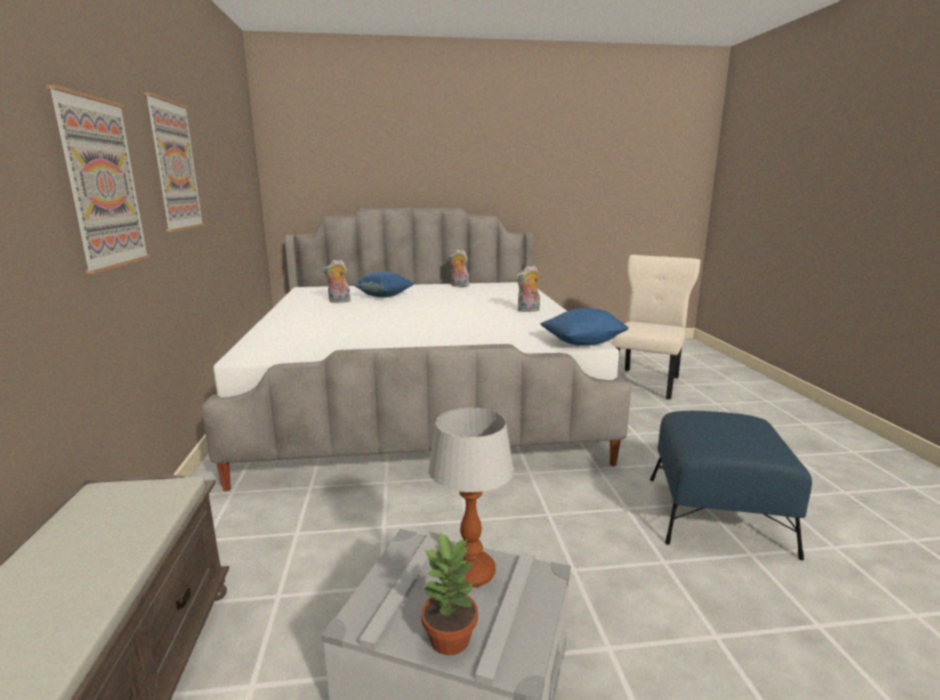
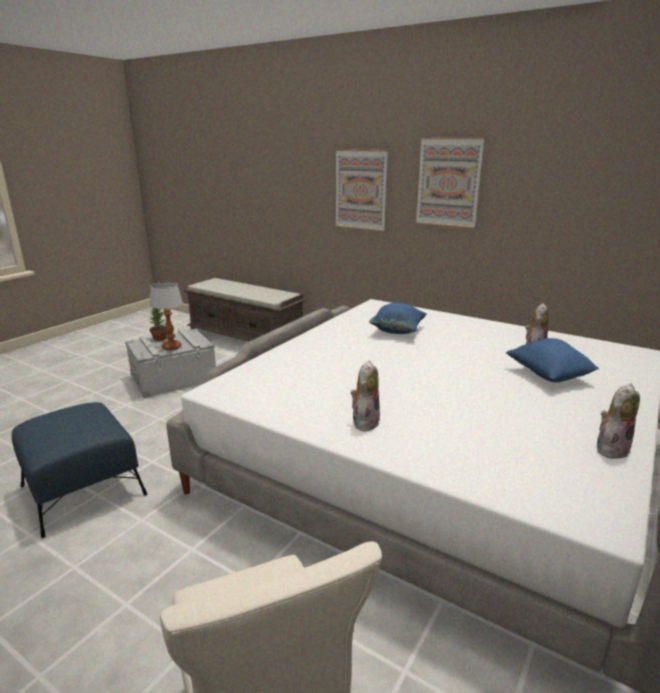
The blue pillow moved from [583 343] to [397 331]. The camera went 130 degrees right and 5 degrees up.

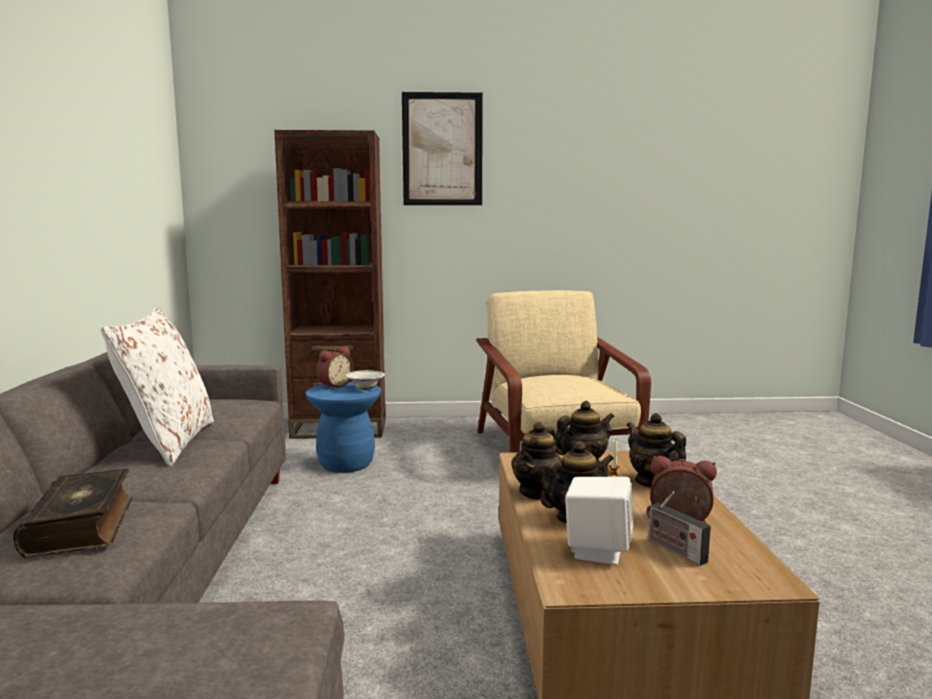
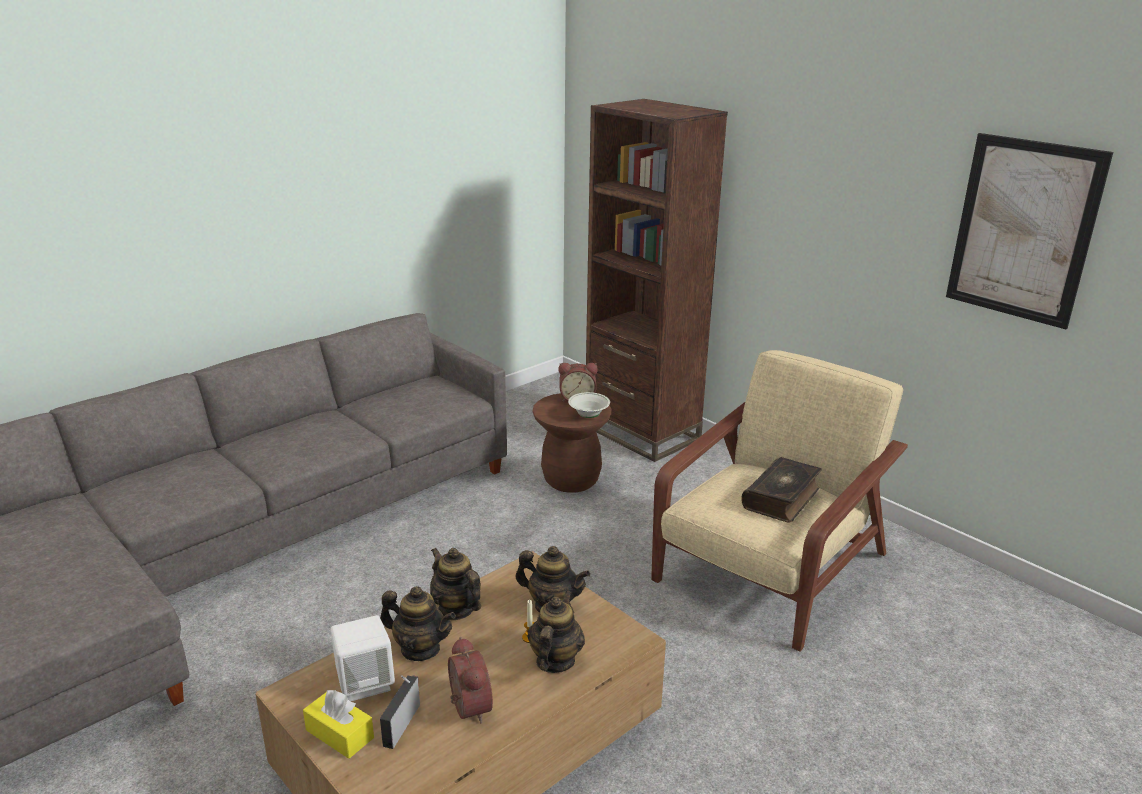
The yellow tissue box at [339 734] appeared. The teapot at [538 493] turned 60 degrees clockwise. The blue stool at [346 464] became the brown stool at [571 480]. The book moved from [82 526] to [782 498]. The picture moved from [442 149] to [1023 230]. The white pillow at [168 443] disappeared. The camera went 50 degrees right and 15 degrees up.

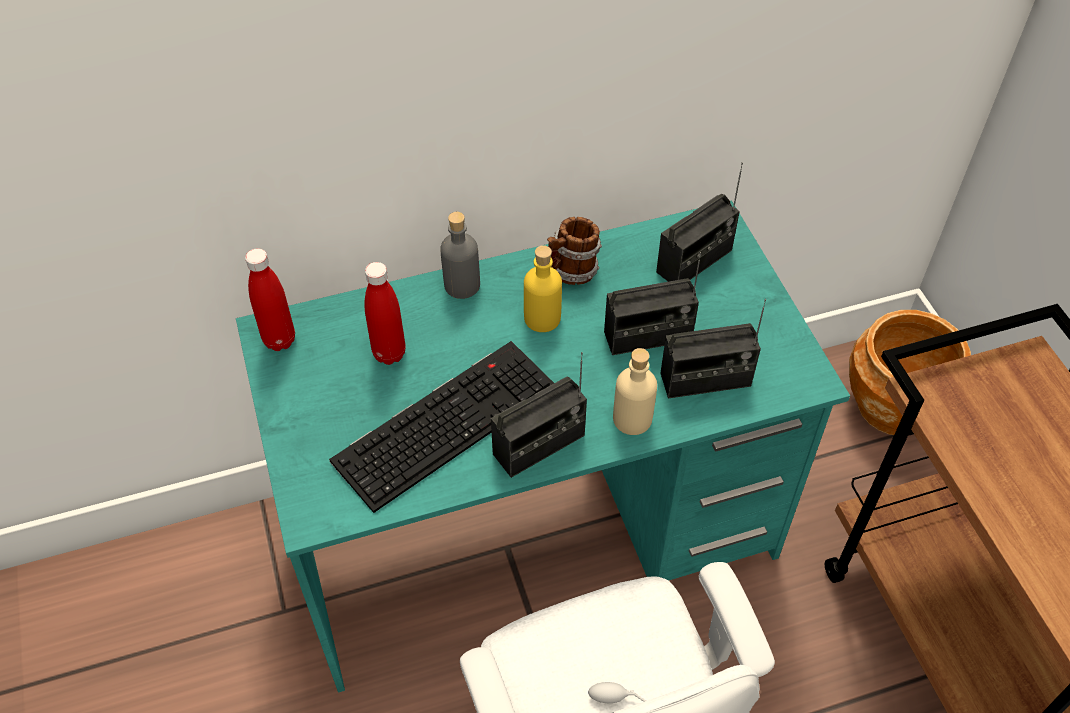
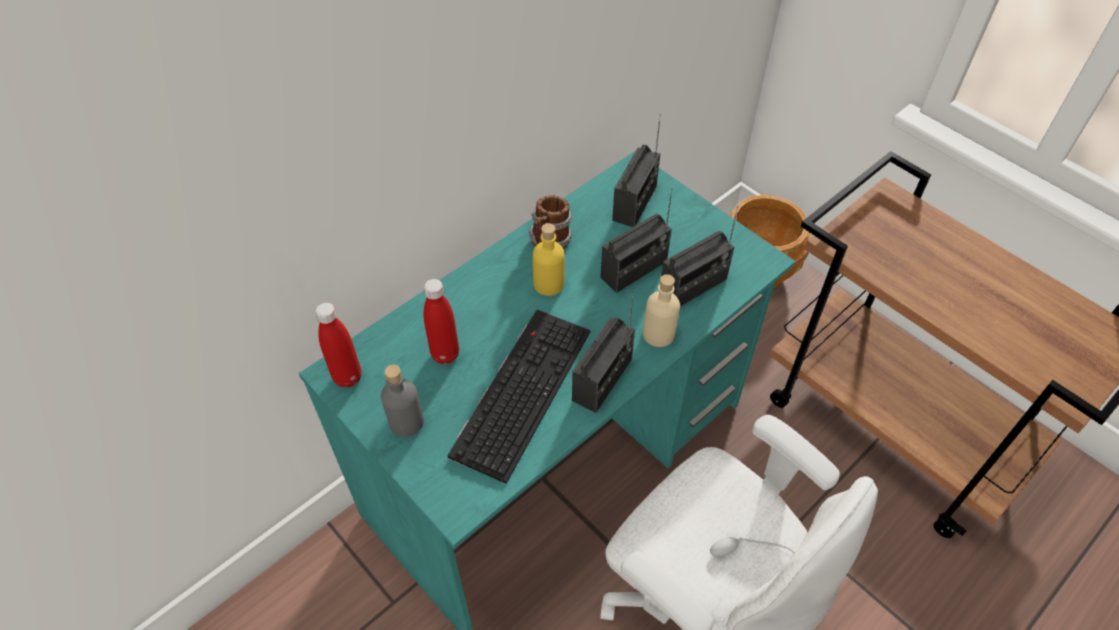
The grey bottle moved from [462 285] to [406 422]. The camera went 25 degrees left and 0 degrees up.

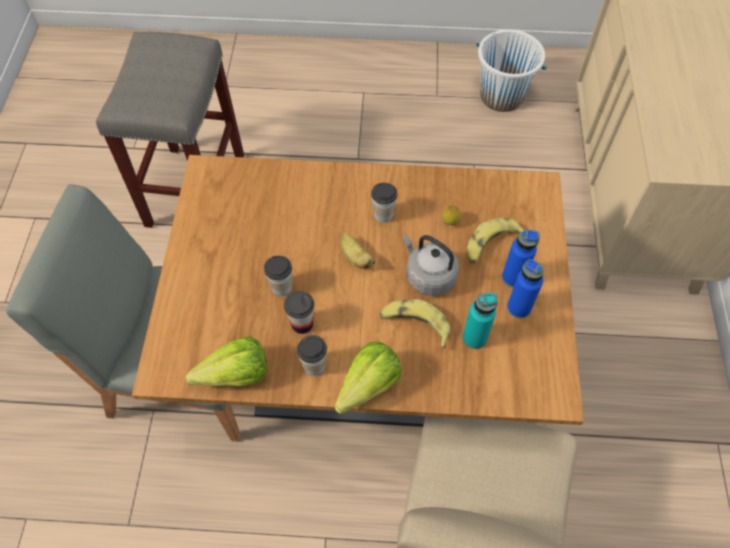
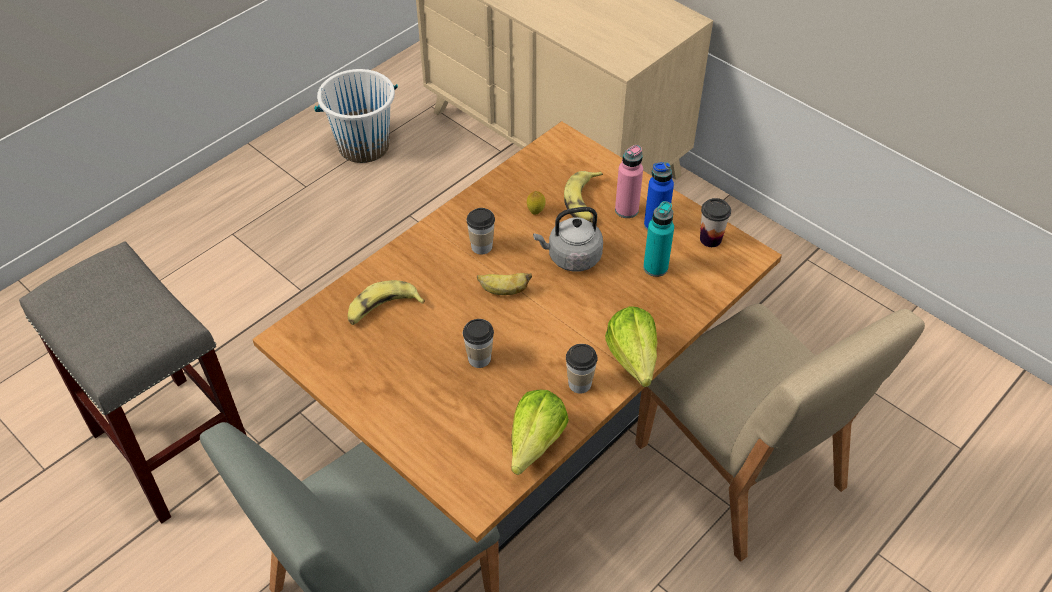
The banana moved from [414 324] to [382 309]. The blue bottle at [513 277] became the pink bottle at [626 210]. The cup moved from [302 324] to [710 239]. The camera went 50 degrees left and 10 degrees down.

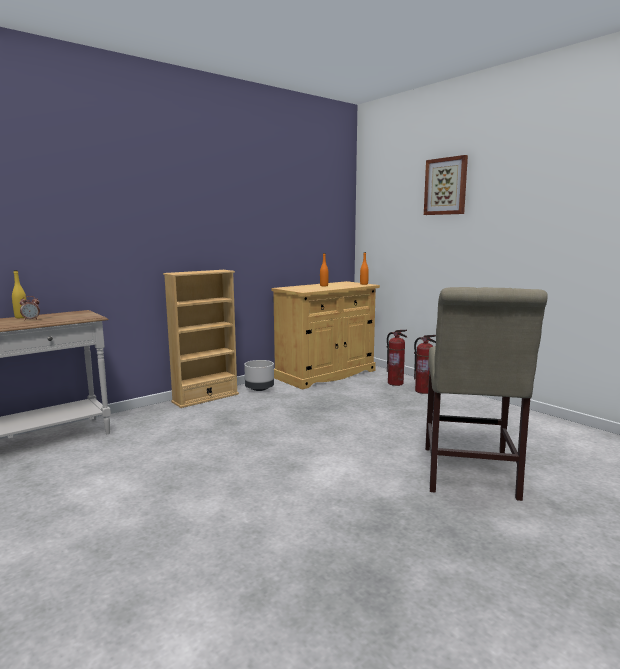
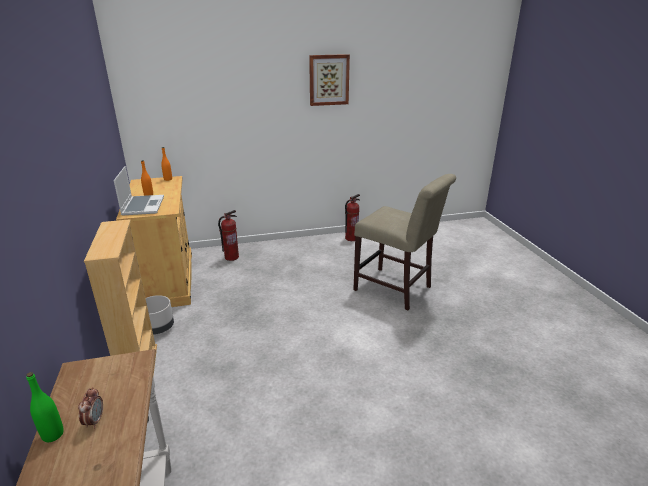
The yellow bottle at [21 317] became the green bottle at [53 435]. The laptop at [142 206] appeared. The picture moved from [446 186] to [329 80]. The fire extinguisher moved from [423 391] to [351 238]. The camera went 65 degrees left and 15 degrees up.

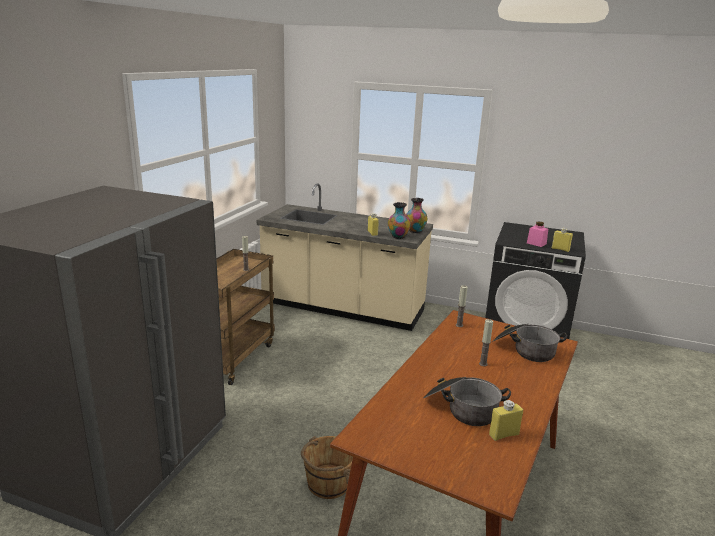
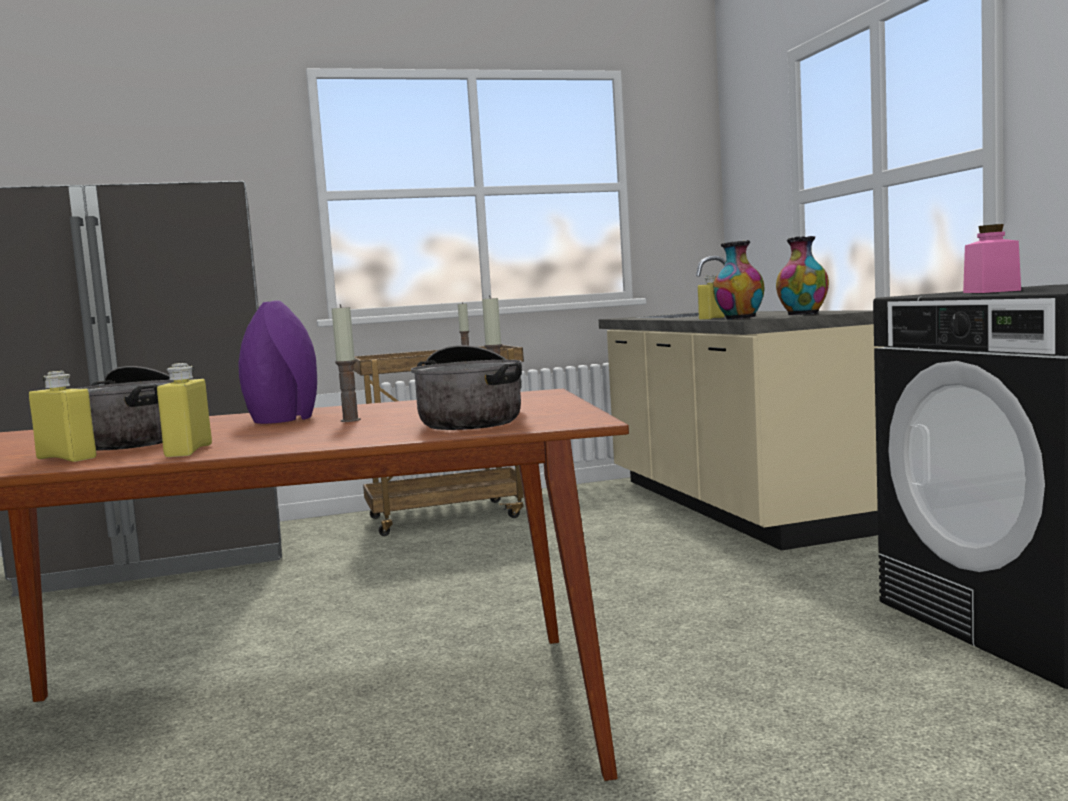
The yellow bottle moved from [560 249] to [189 451]. The purple vase at [285 420] appeared. The brown bucket at [327 483] disappeared. The camera went 55 degrees right and 15 degrees down.

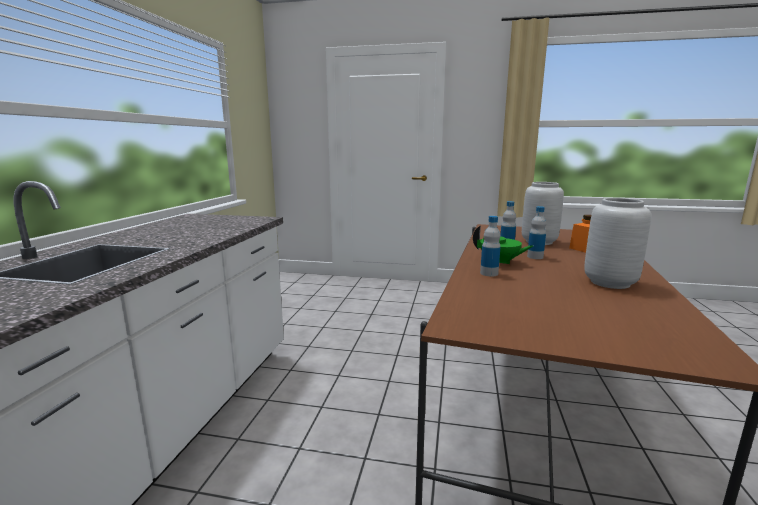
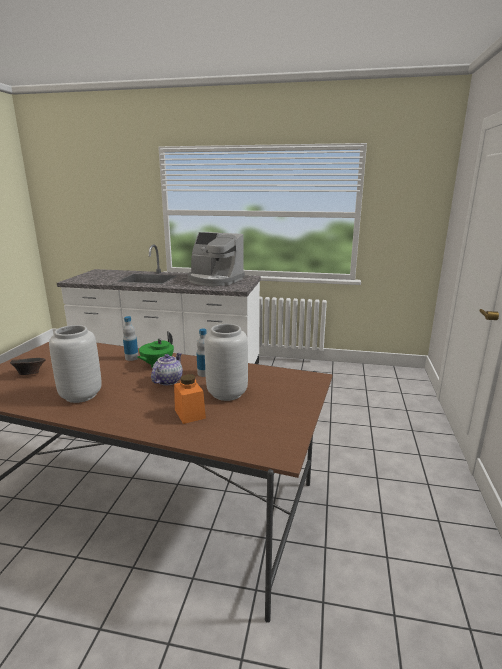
The brown bowl at [29 374] appeared. The bottle at [535 257] was replaced by the teapot at [167 381]. The coffee machine at [214 280] appeared. The camera went 90 degrees right and 5 degrees up.

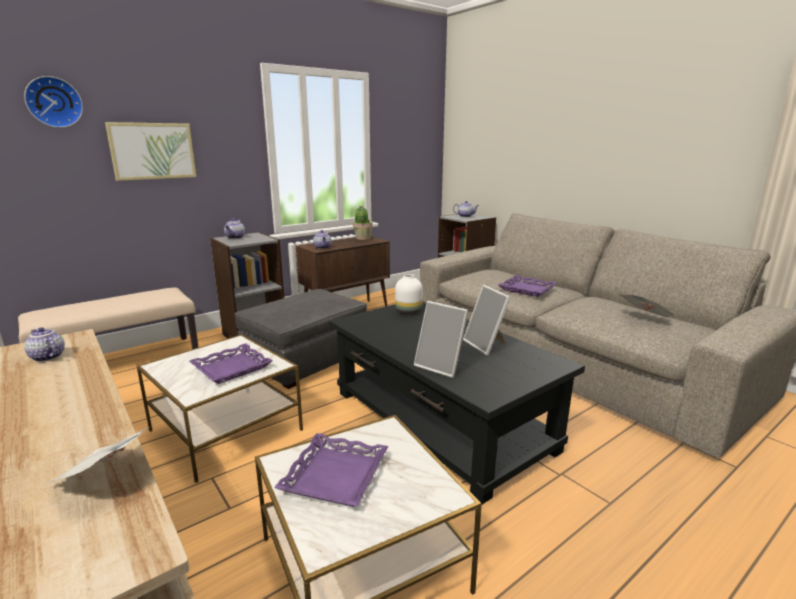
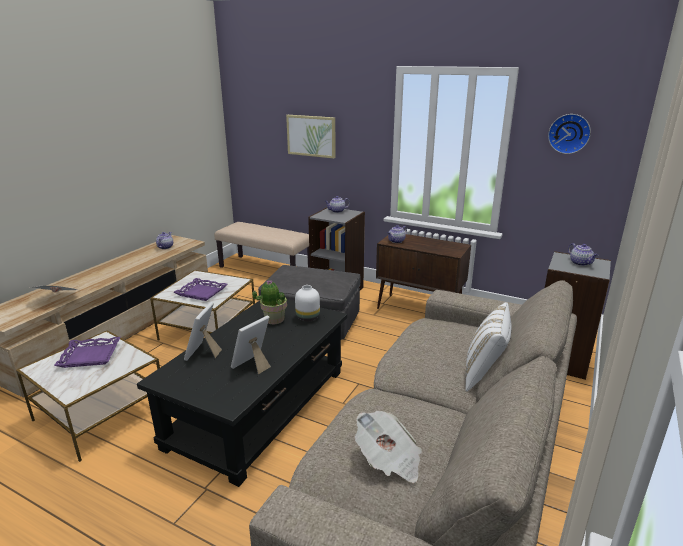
The potted plant moved from [362 238] to [274 319]. The white pillow at [484 374] appeared. The wall clock moved from [54 102] to [569 133]. The purple tray at [527 289] disappeared. The camera went 65 degrees right and 5 degrees up.

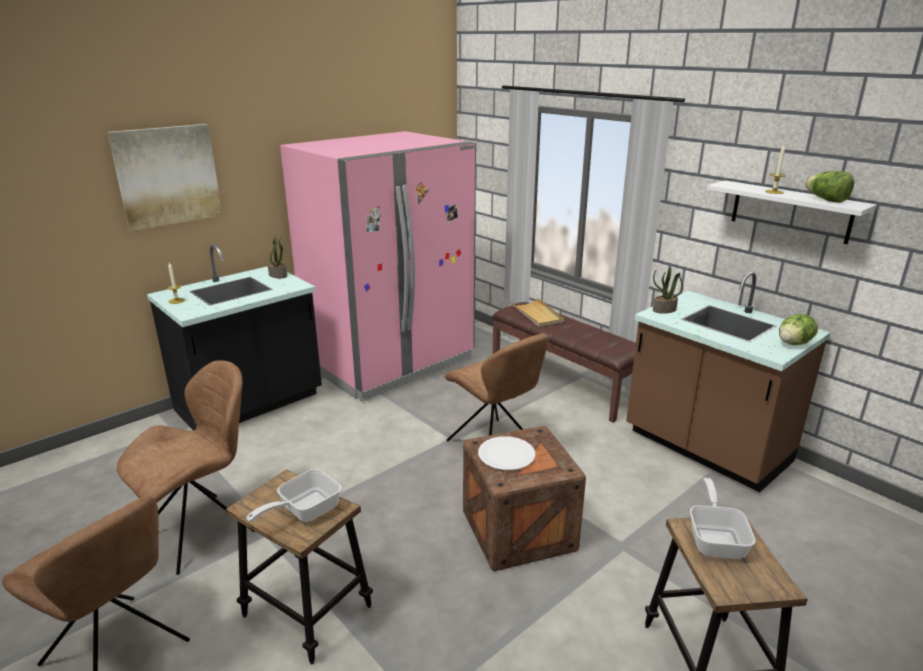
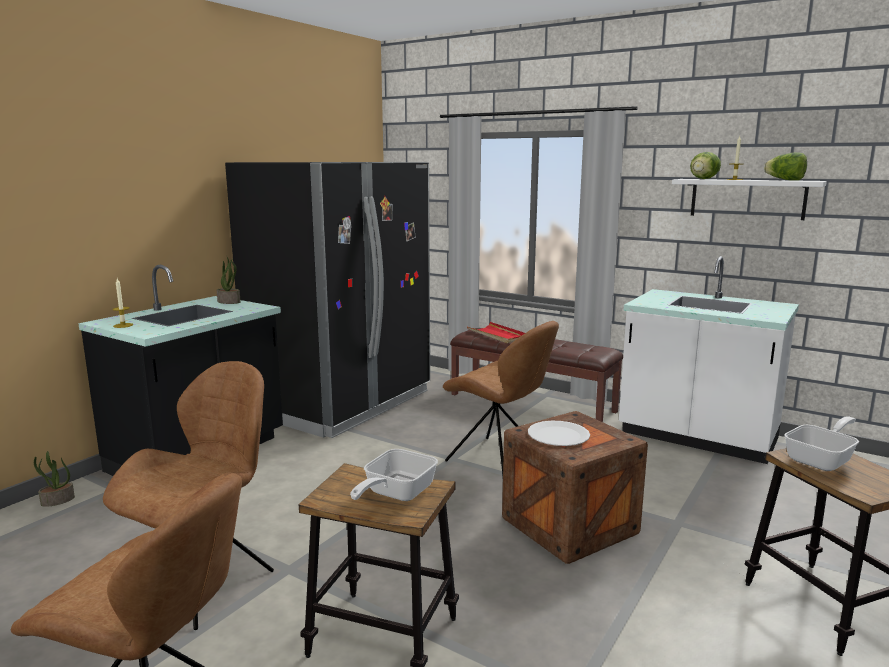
The potted plant moved from [664 310] to [57 501]. The pink fridge at [391 362] became the black fridge at [343 403]. The beige tray at [537 314] became the red tray at [498 335]. The brown counter at [706 448] became the white counter at [697 437]. The lettuce moved from [793 343] to [703 179]. The frying pan at [716 539] turned 60 degrees clockwise. The picture at [167 176] disappeared. The camera went 15 degrees left and 10 degrees down.

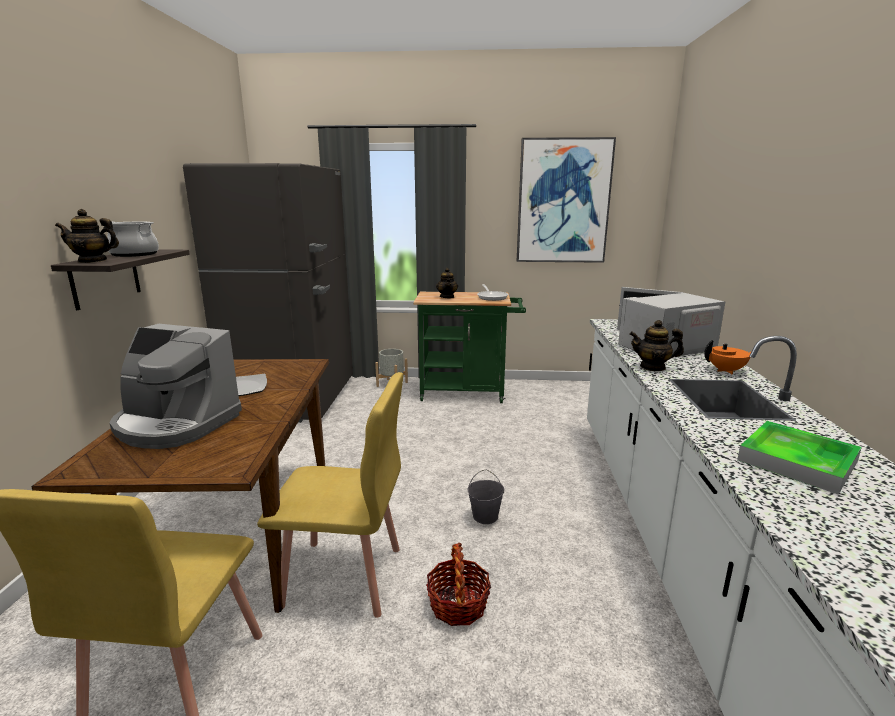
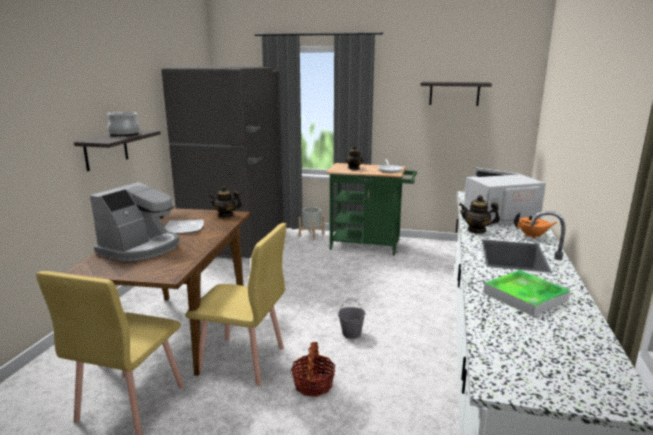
The coffee machine at [176 424] turned 90 degrees counterclockwise. The teapot moved from [92 261] to [226 215]. The picture at [563 201] was replaced by the shelf at [454 93]. The camera went 10 degrees right and 0 degrees up.

